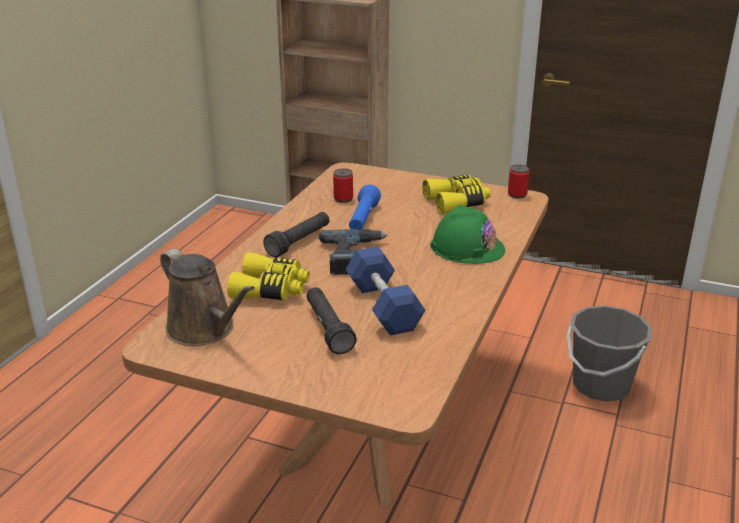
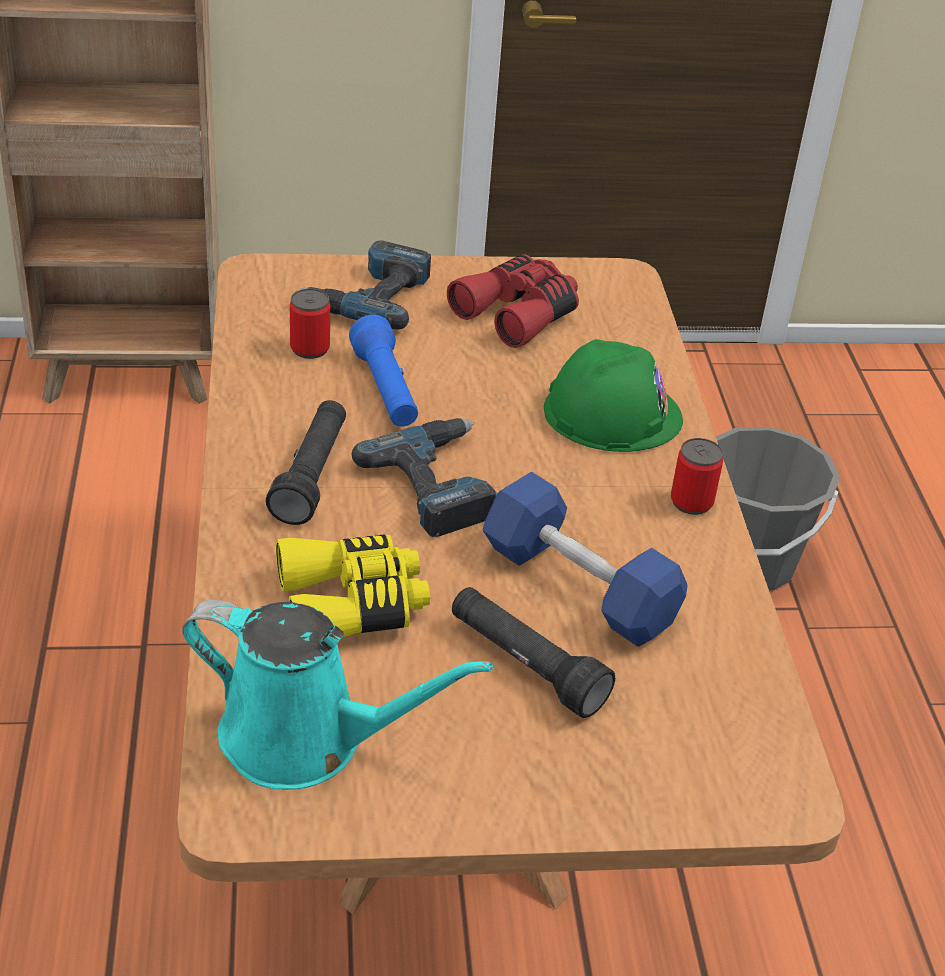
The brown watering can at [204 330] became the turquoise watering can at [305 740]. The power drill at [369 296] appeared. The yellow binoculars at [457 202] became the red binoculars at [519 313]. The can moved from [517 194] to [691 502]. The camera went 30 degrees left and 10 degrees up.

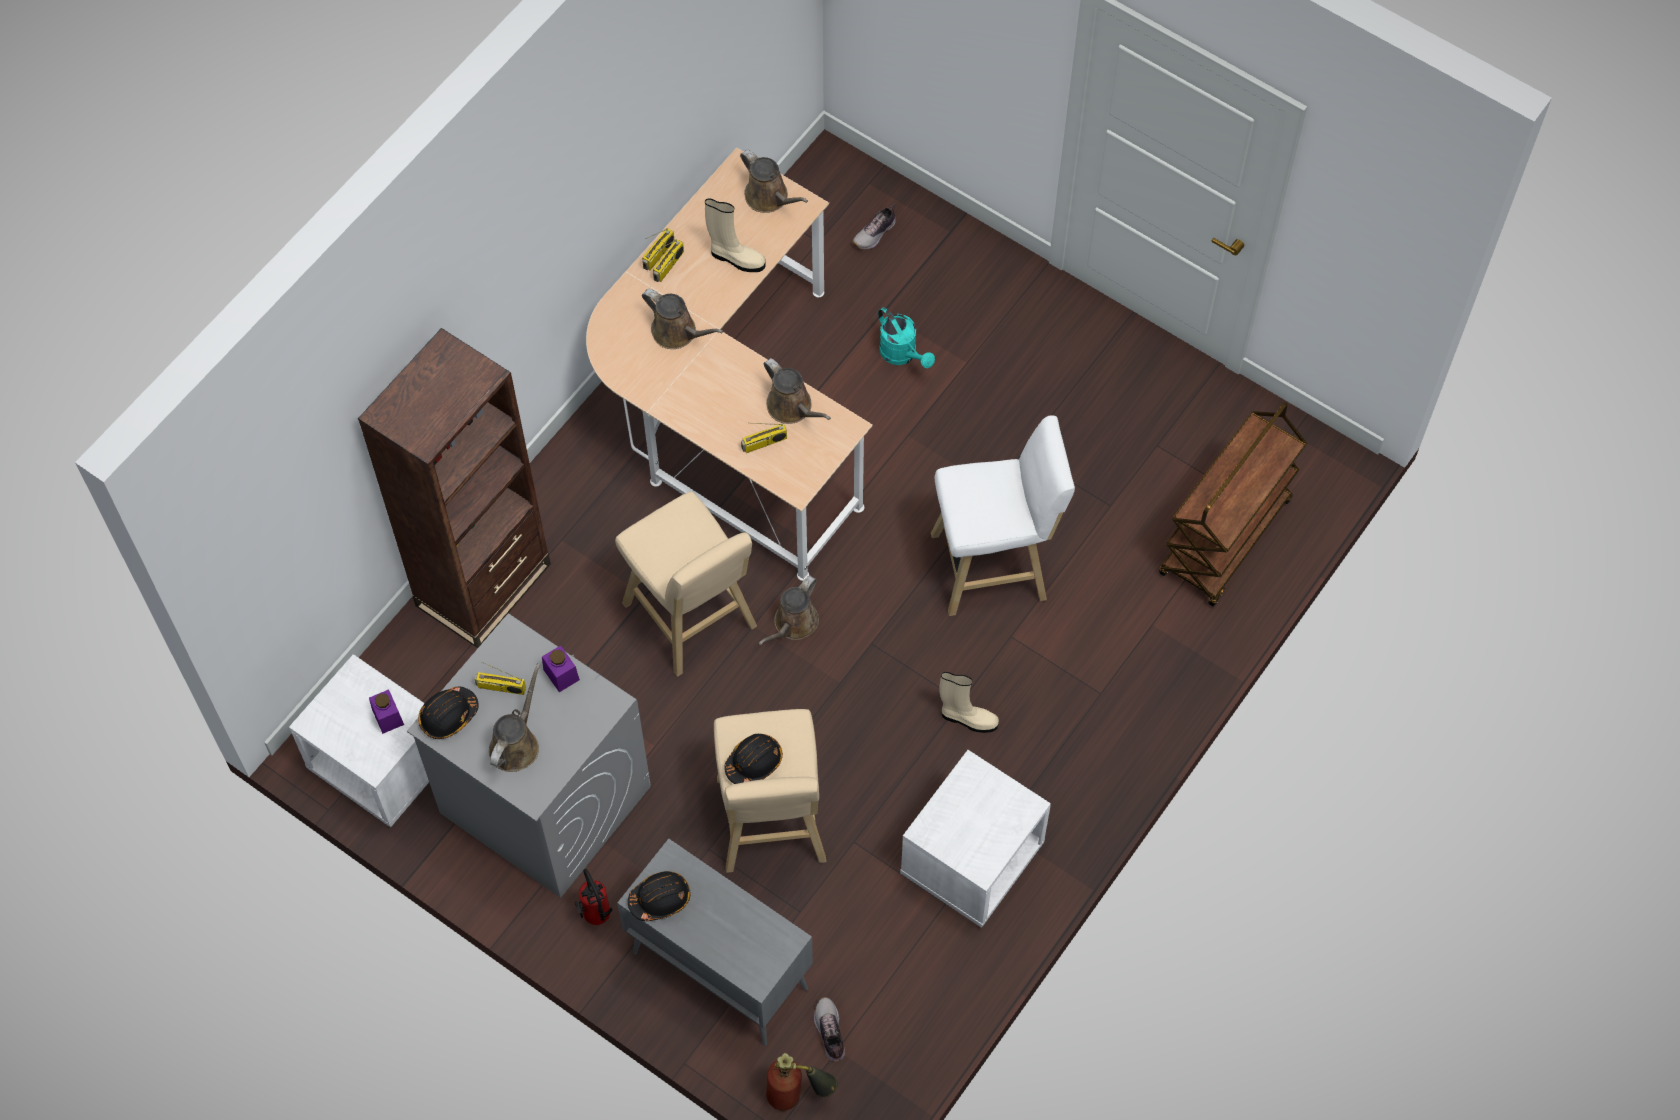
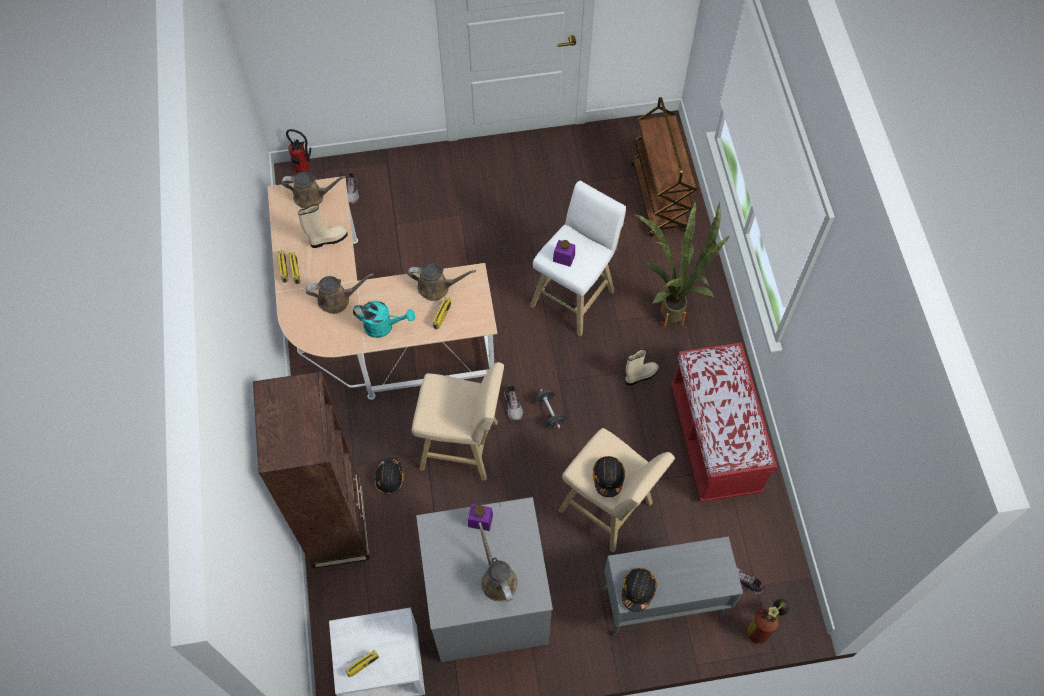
The fire extinguisher moved from [597 919] to [304 170]. The radio moved from [500 688] to [362 665]. The turquoise watering can moved from [902 354] to [384 326]. The black hard hat moved from [448 716] to [389 478]. The brown watering can at [793 624] was replaced by the shoe at [513 405]. The black dumbbell at [549 413] appeared. The purple jar moved from [388 717] to [564 258]. The potted plant at [672 311] appeared. The white nightstand at [972 861] was replaced by the red bench at [714 439]. The camera went 45 degrees left and 0 degrees up.

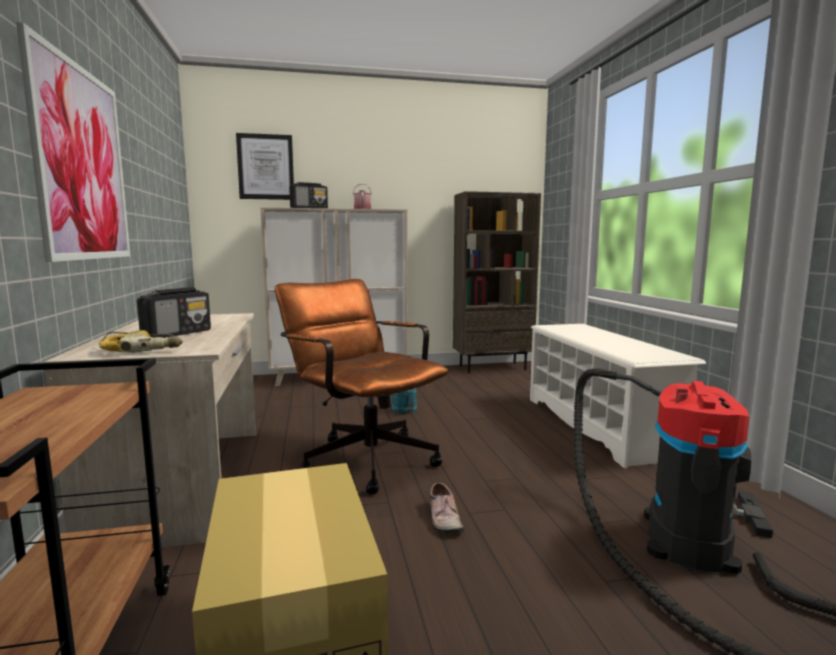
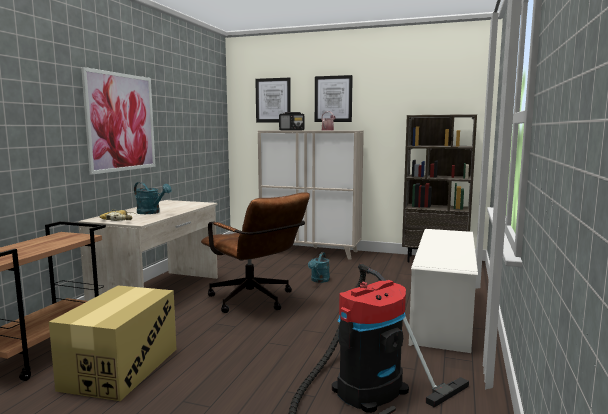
The radio at [177 334] was replaced by the turquoise watering can at [151 212]. The brown office chair at [363 456] turned 150 degrees clockwise. The picture at [333 99] appeared. The shoe at [443 519] disappeared. The camera went 30 degrees right and 0 degrees up.

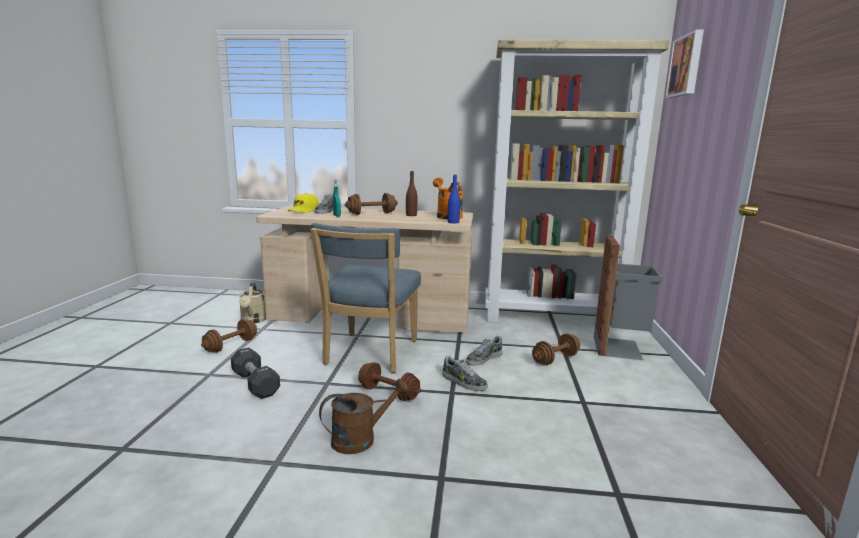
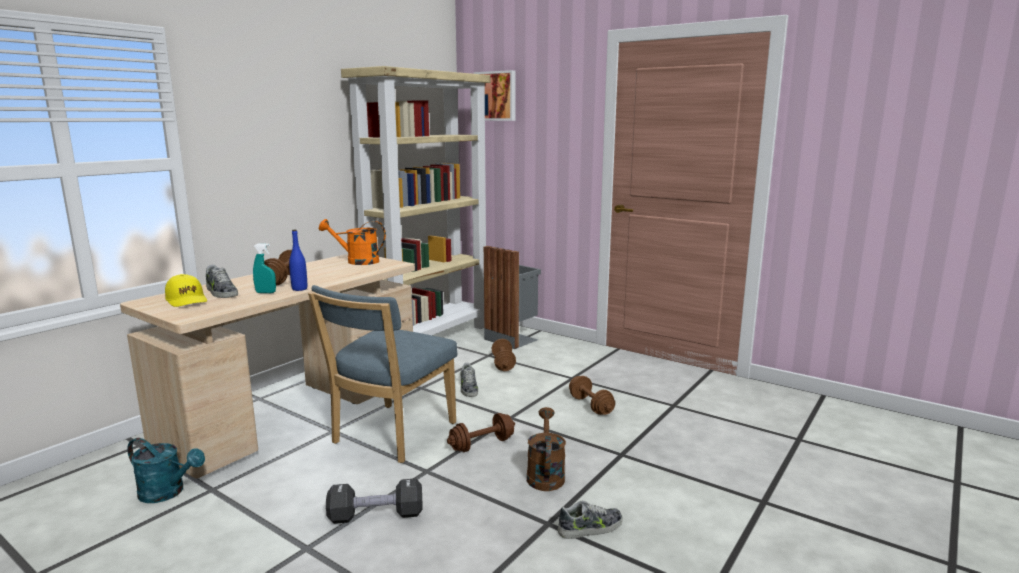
The beige watering can at [253 321] became the turquoise watering can at [168 493]. The blue bottle moved from [453 222] to [299 289]. The blue chair at [369 354] turned 75 degrees clockwise. The shoe moved from [463 382] to [590 528]. The brown dumbbell moved from [231 345] to [590 406]. The brown bottle at [411 215] disappeared. The camera went 60 degrees left and 0 degrees up.

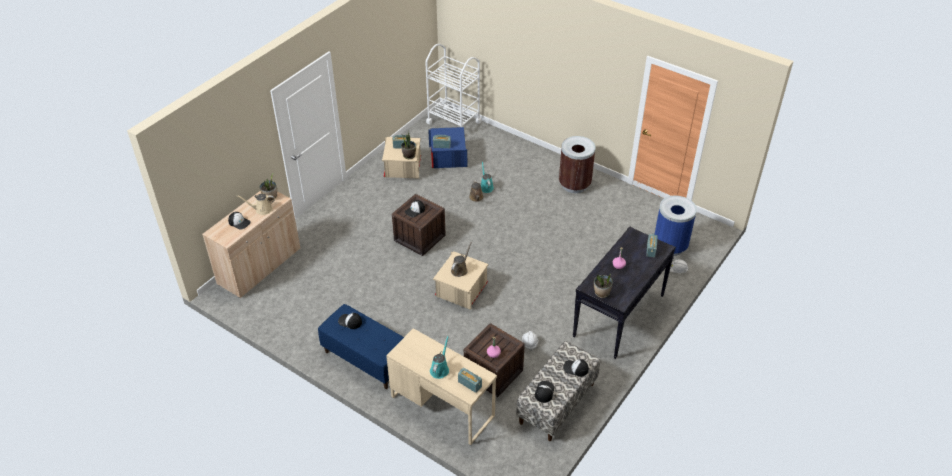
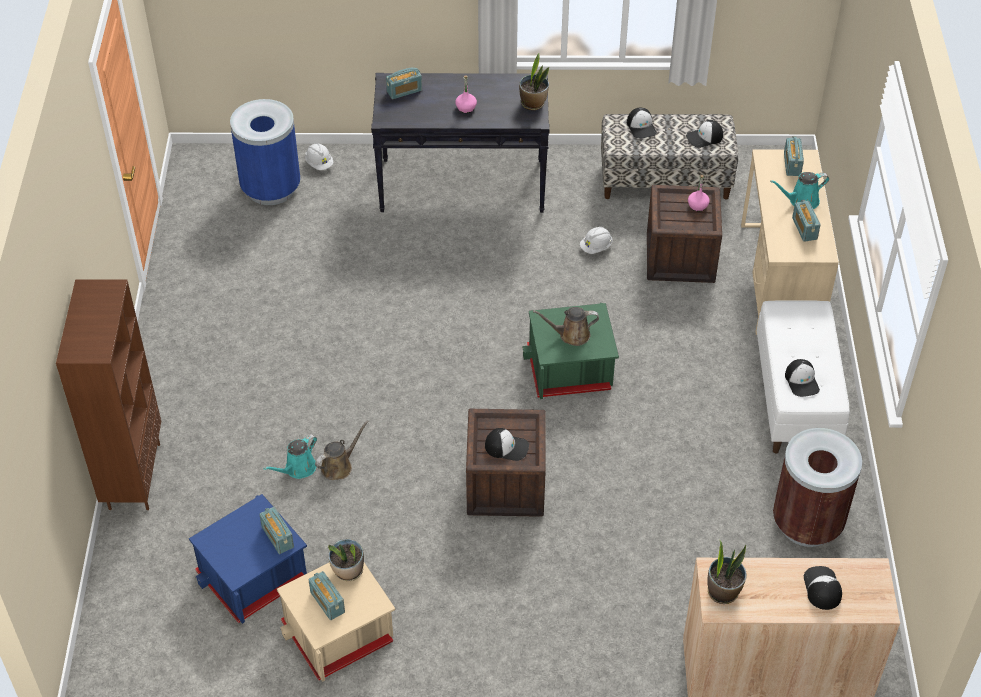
The brown bookcase at [133 475] appeared. The beige storage box at [460 290] became the green storage box at [571 368]. The blue bench at [365 359] became the white bench at [796 399]. The brown trash can moved from [574 184] to [807 523]. The radio at [804 228] appeared. The beige watering can at [262 210] disappeared. The white cart at [454 122] disappeared. The camera went 125 degrees left and 5 degrees up.

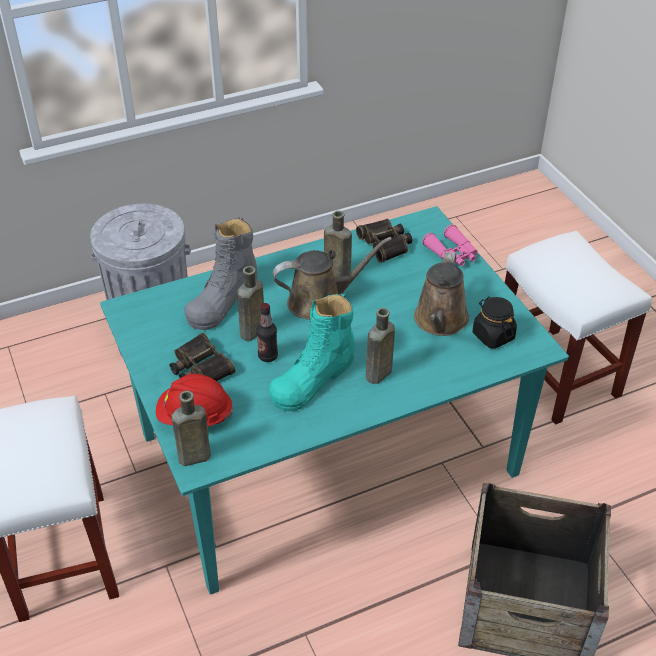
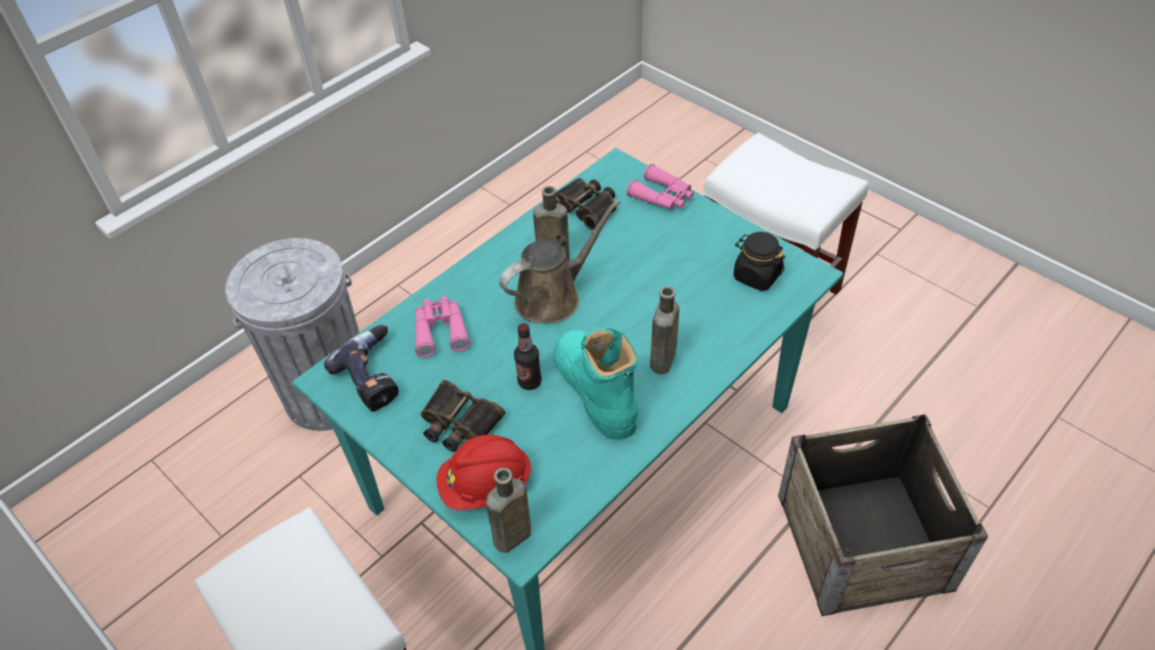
The power drill at [375 375] appeared. The grey boot at [223 300] was replaced by the pink binoculars at [440 330]. The turquoise boot at [313 378] turned 135 degrees clockwise. The brown bottle at [251 333] disappeared. The brown watering can at [440 321] disappeared. The camera went 20 degrees left and 5 degrees up.

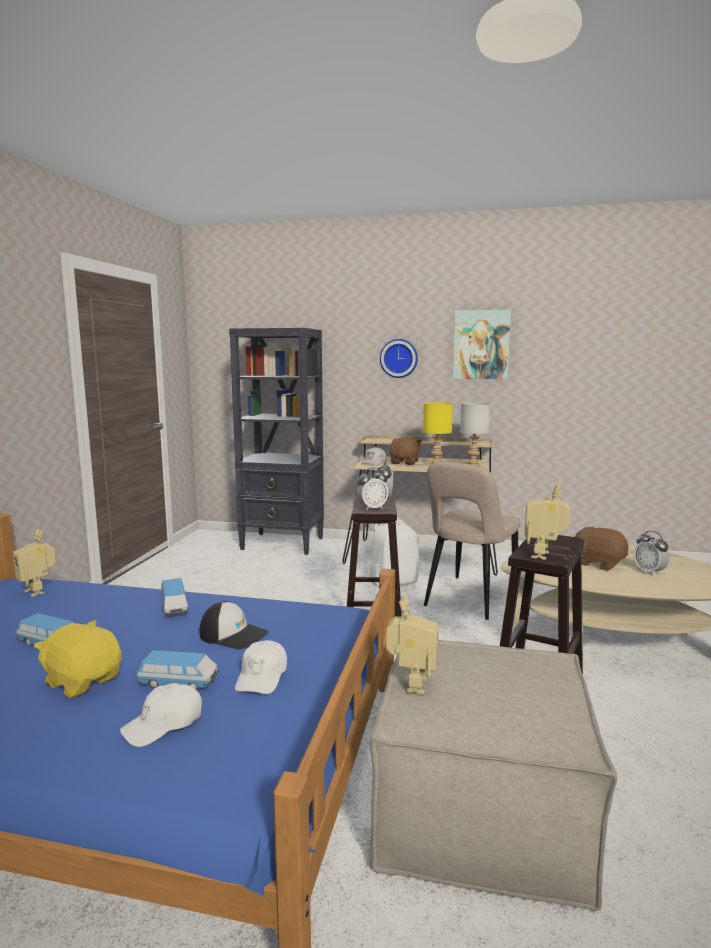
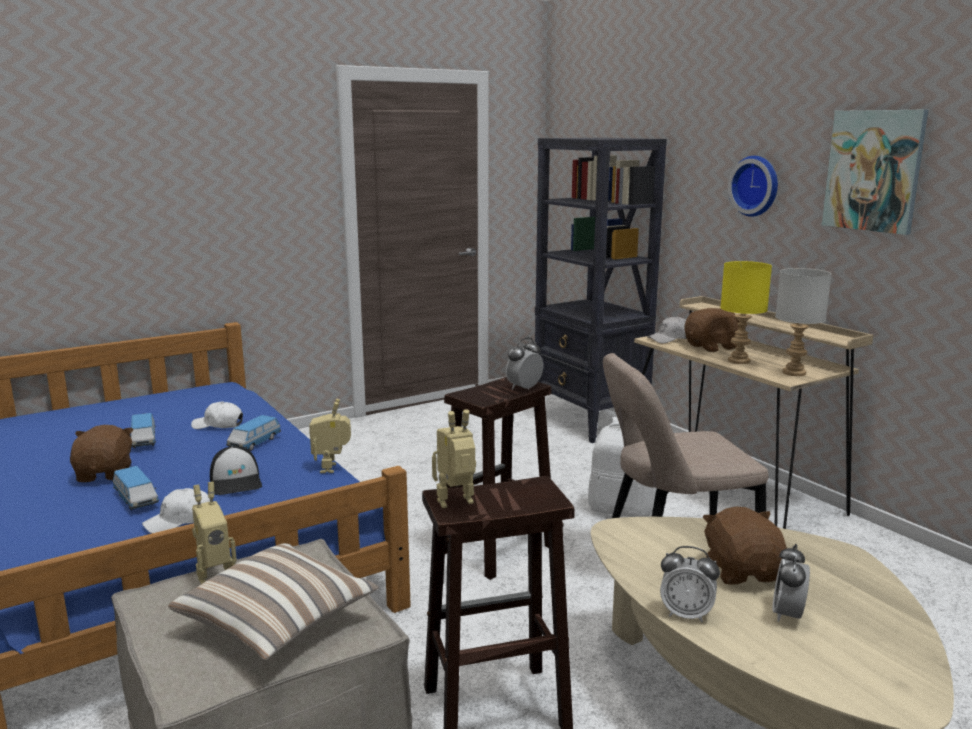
The yellow plush toy at [83 681] became the brown plush toy at [105 474]. The pillow at [278 623] appeared. The white cap moved from [163 724] to [218 425]. The toy robot moved from [38 591] to [332 468]. The alarm clock moved from [372 508] to [686 614]. The camera went 45 degrees right and 5 degrees up.

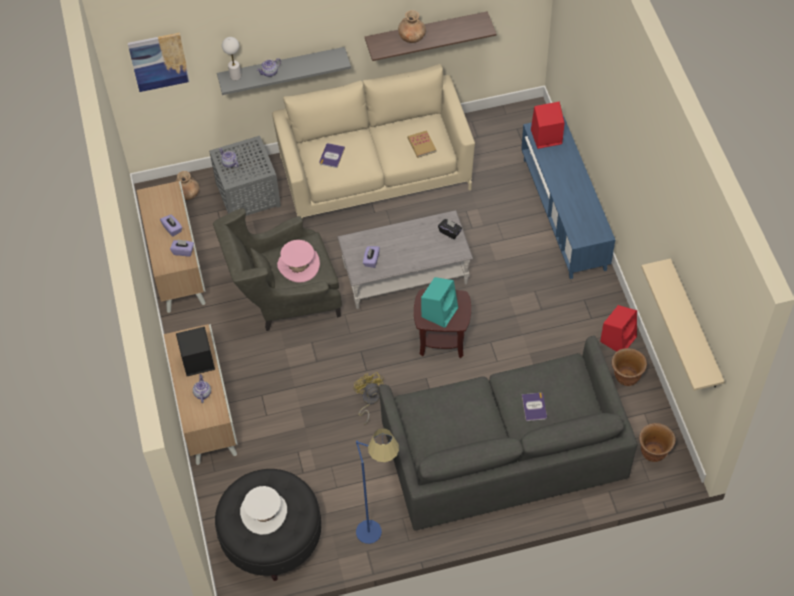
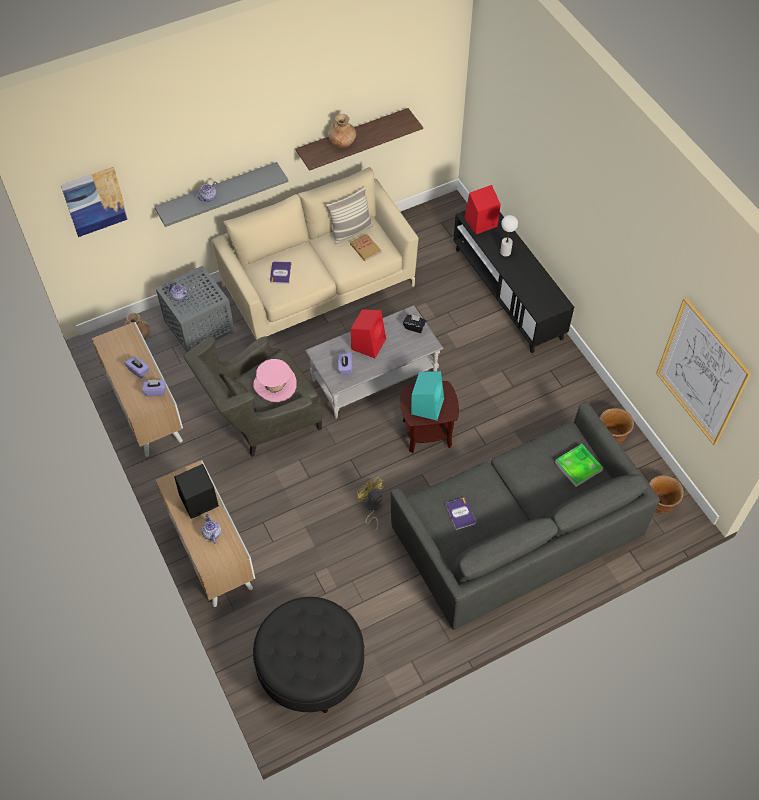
The pillow at [351 232] appeared. The red speaker moved from [618 338] to [368 343]. The book moved from [534 407] to [460 514]. The blue tv stand at [564 213] became the black tv stand at [508 293]. The white table lamp moved from [235 76] to [505 252]. The tray at [578 467] appeared. The beige shelf at [694 326] was replaced by the picture at [702 372]. The white hat at [264 513] disappeared. The blue floor lamp at [378 525] disappeared. The camera went 15 degrees left and 0 degrees up.

